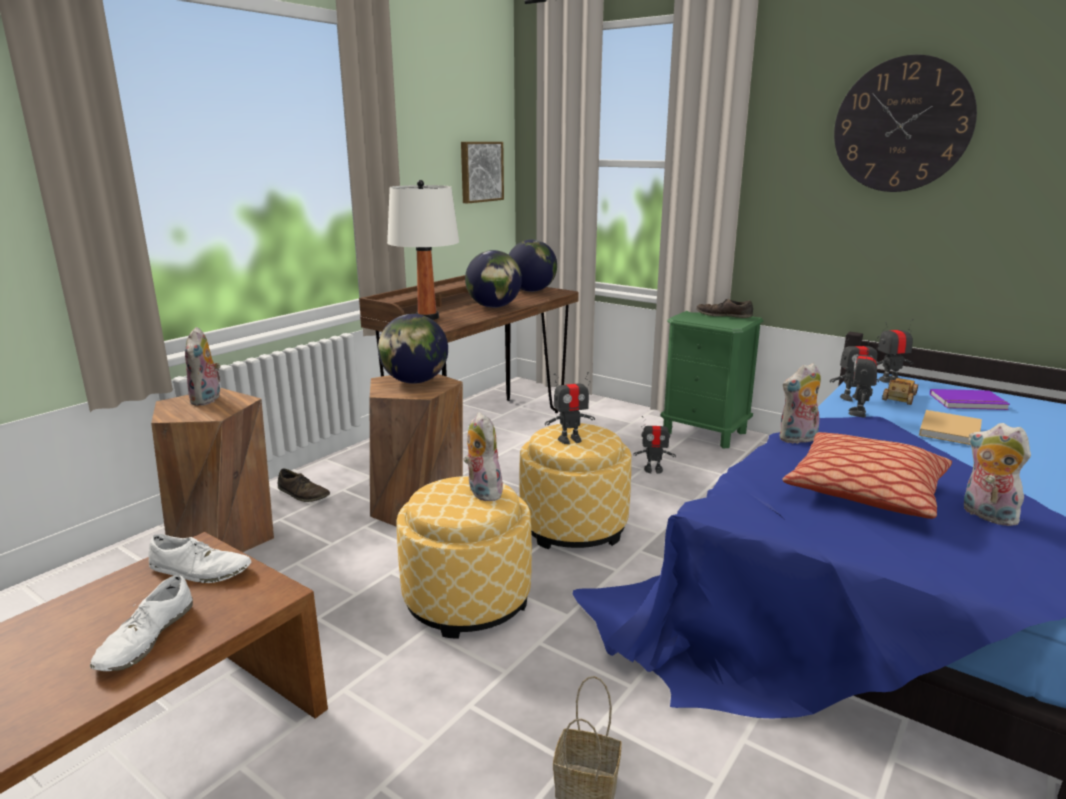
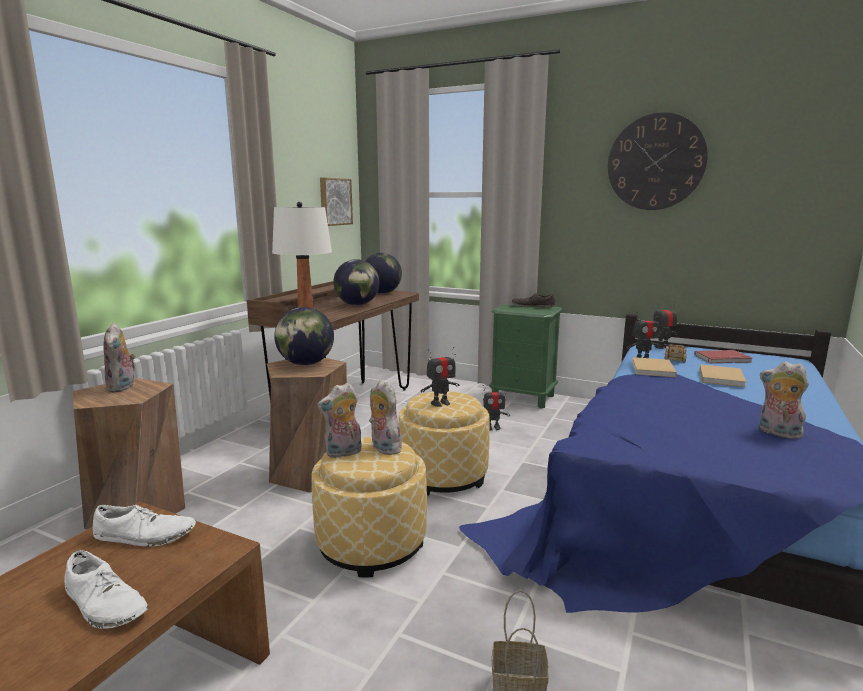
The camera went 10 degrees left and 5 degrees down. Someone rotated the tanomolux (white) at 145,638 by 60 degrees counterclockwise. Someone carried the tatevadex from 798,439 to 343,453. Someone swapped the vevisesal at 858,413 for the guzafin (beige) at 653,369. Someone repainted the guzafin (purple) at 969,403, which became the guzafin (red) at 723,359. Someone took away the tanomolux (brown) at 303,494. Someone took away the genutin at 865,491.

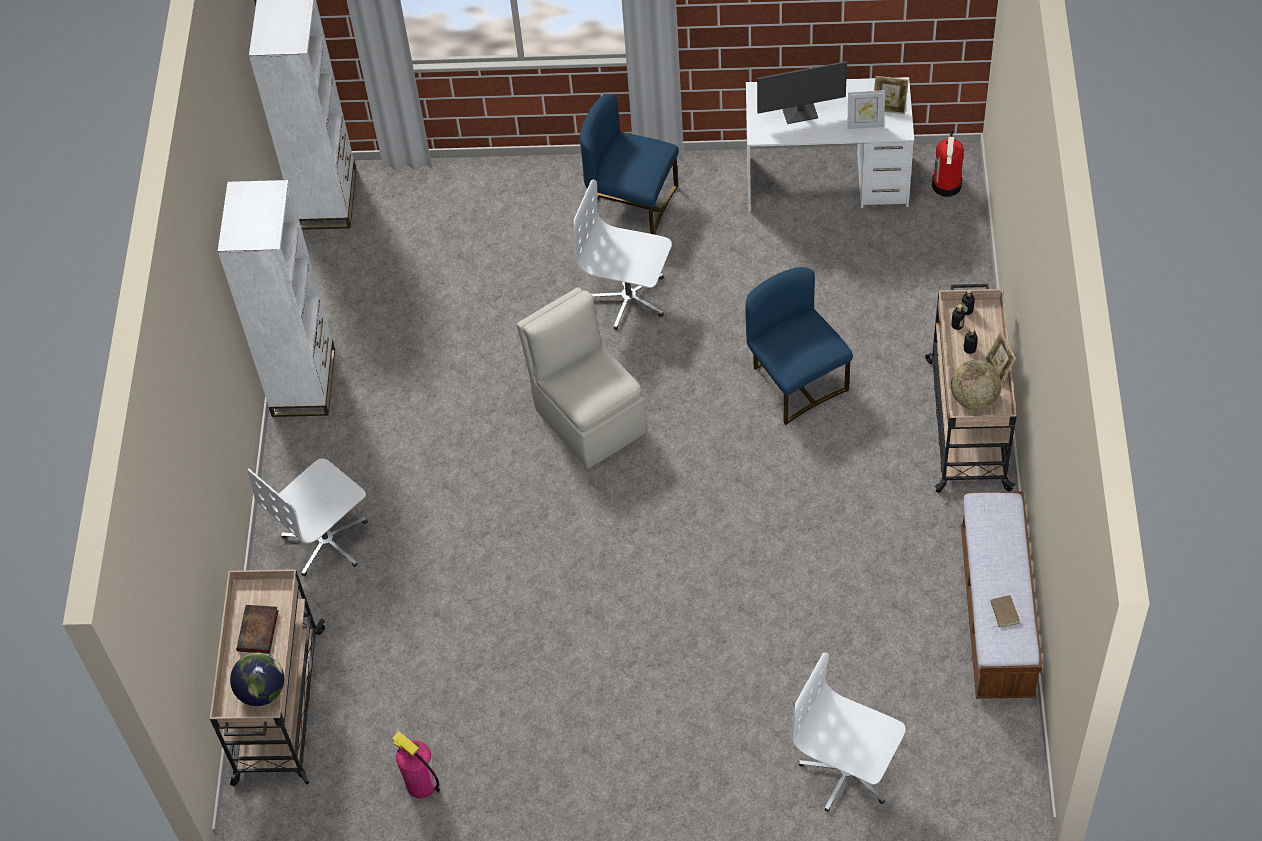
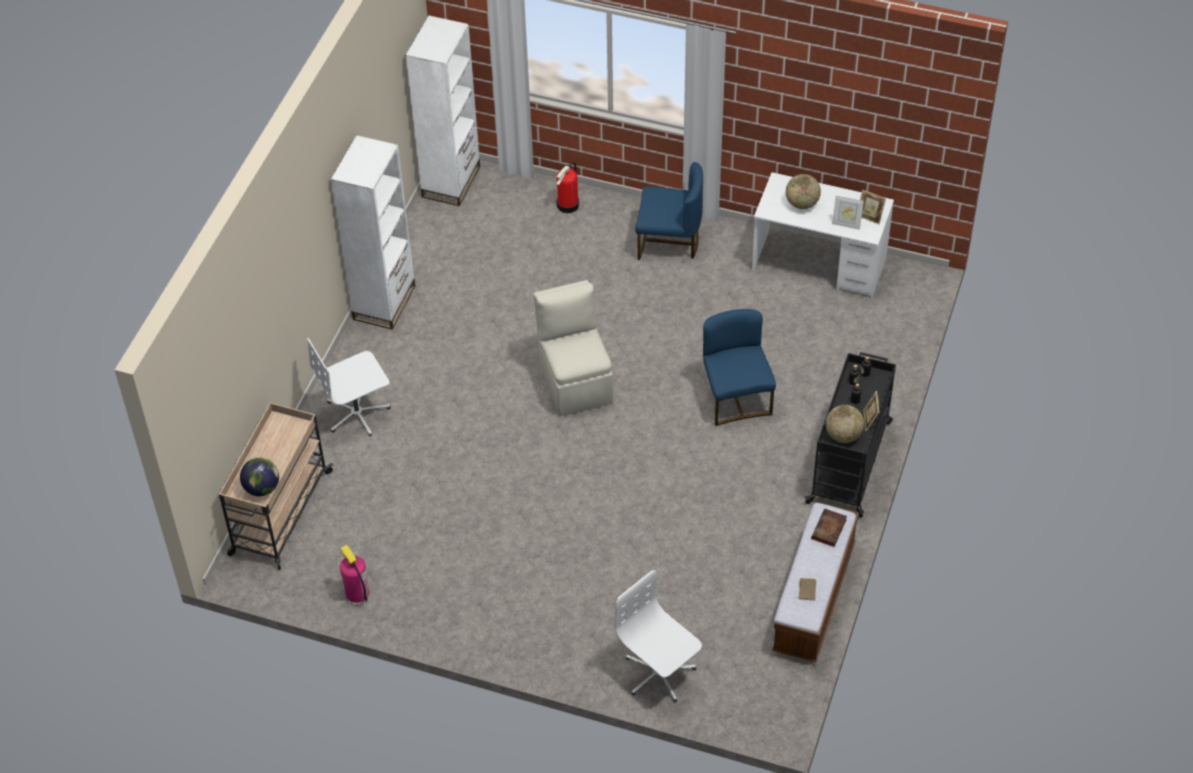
The camera went 15 degrees right and 5 degrees down. Someone carried the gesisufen from 947,185 to 568,205. Someone rotated the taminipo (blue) at 632,203 by 150 degrees clockwise. Someone swapped the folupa at 800,112 for the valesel at 802,203. Someone repainted the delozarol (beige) at 967,422, which became the delozarol (black) at 850,461. Someone carried the guzafin from 258,632 to 829,530. Someone took away the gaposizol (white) at 629,298.

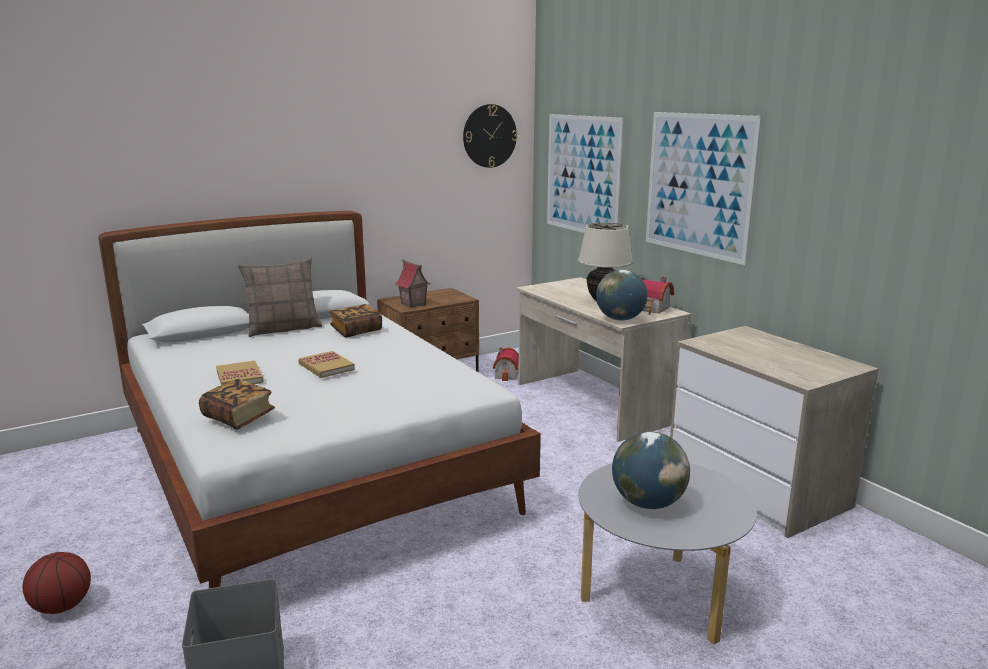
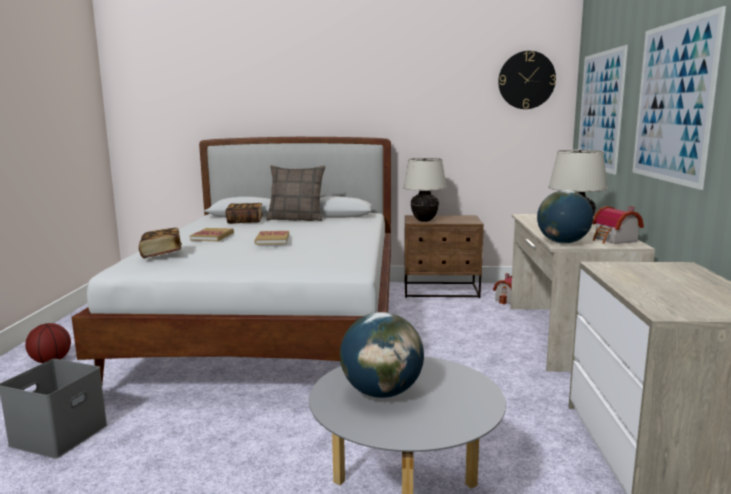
The camera went 35 degrees right and 5 degrees down. Someone carried the guzafin from 356,331 to 245,221. Someone swapped the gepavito at 413,304 for the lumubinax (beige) at 424,220.

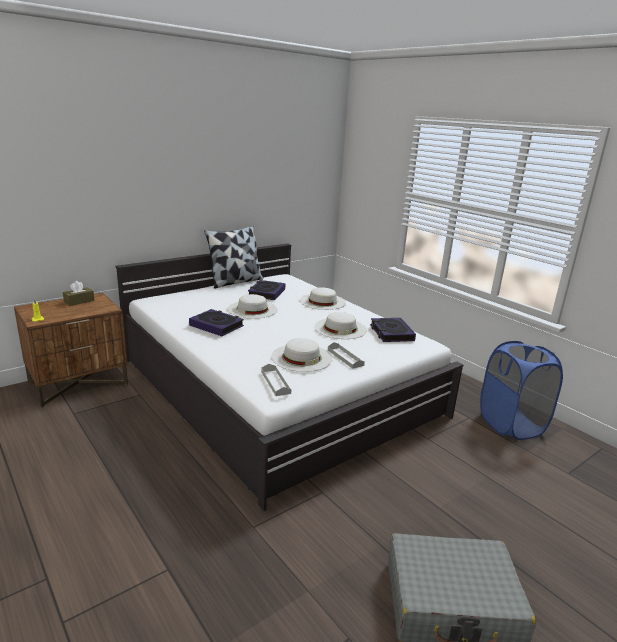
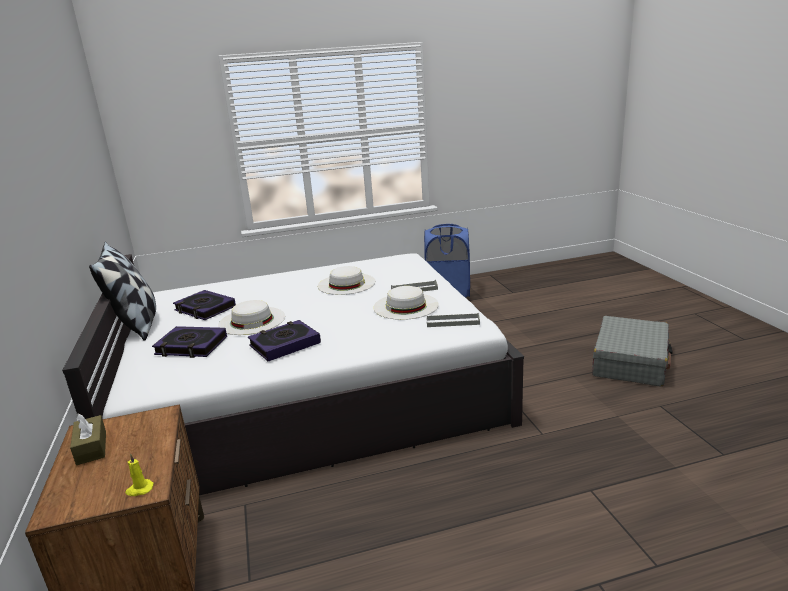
The camera went 65 degrees left and 0 degrees up. Someone carried the guzafin from 391,333 to 191,346. Someone took away the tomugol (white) at 322,301.

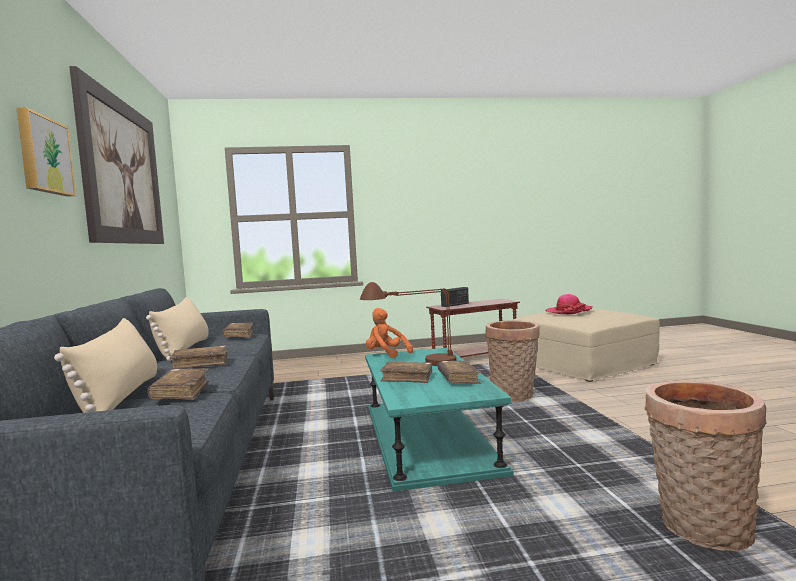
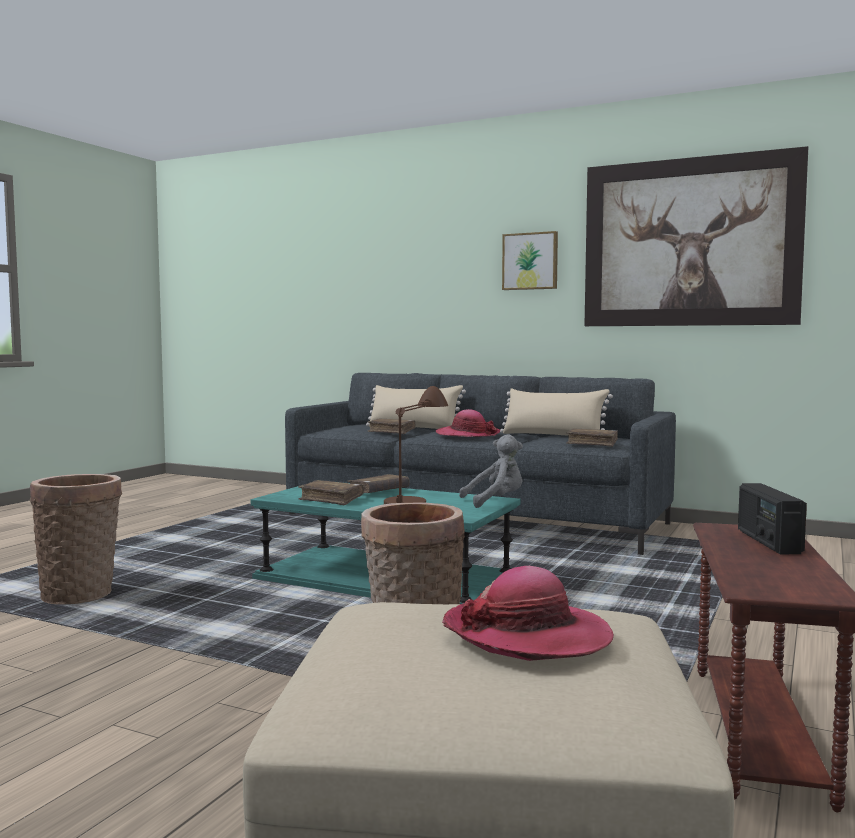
The camera went 125 degrees right and 0 degrees up. Someone swapped the guzafin (brown) at 200,364 for the tomugol at 467,435. Someone repainted the tatevadex (orange) at 386,354, which became the tatevadex (grey) at 496,502.

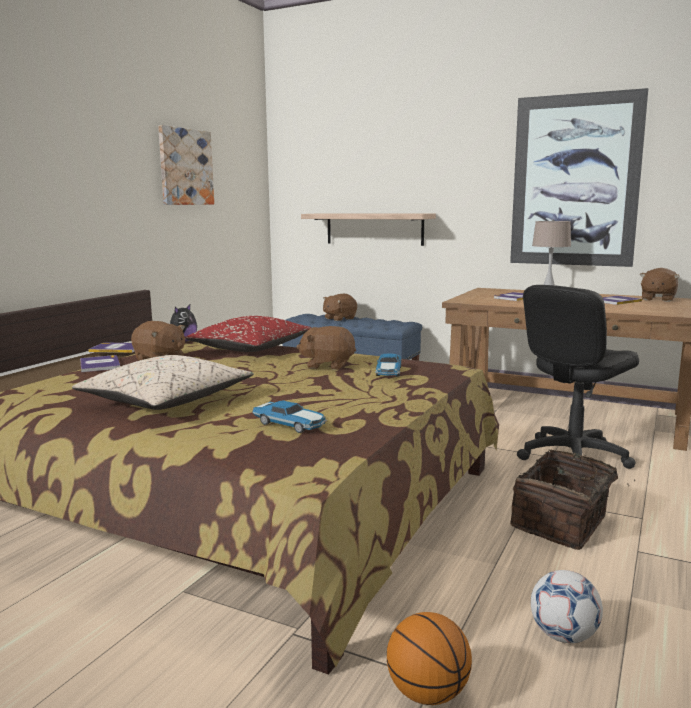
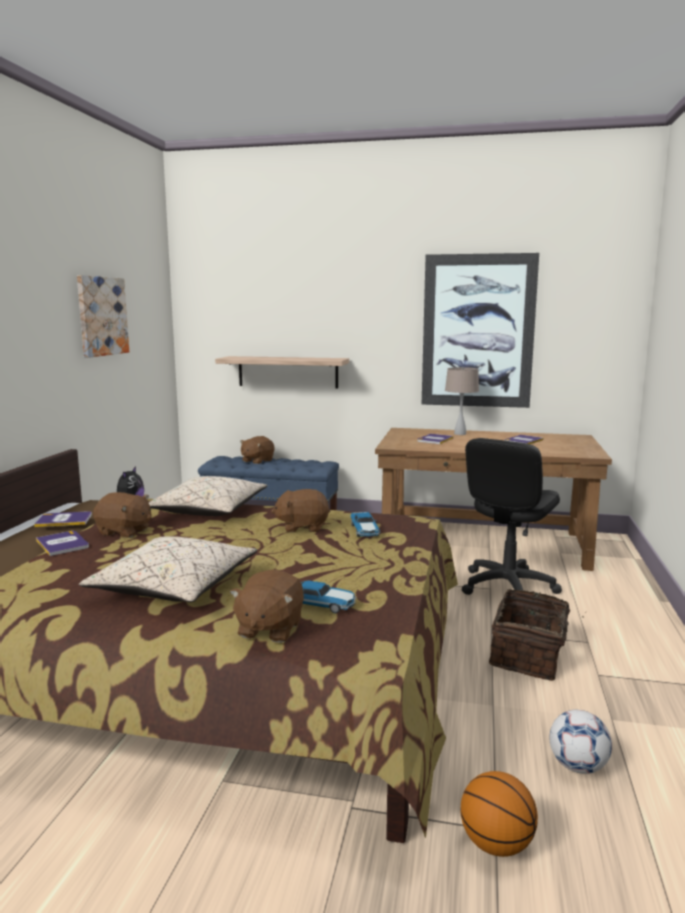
The camera went 15 degrees left and 0 degrees up. Someone repainted the genutin (red) at 250,349, which became the genutin (beige) at 209,510. Someone carried the tatevadex (brown) from 657,299 to 269,629.

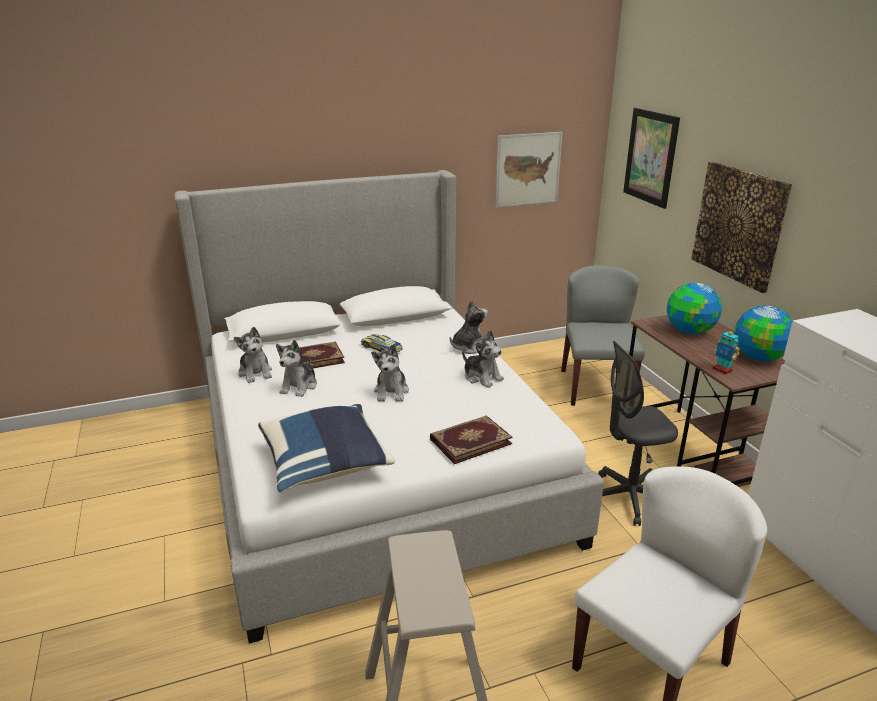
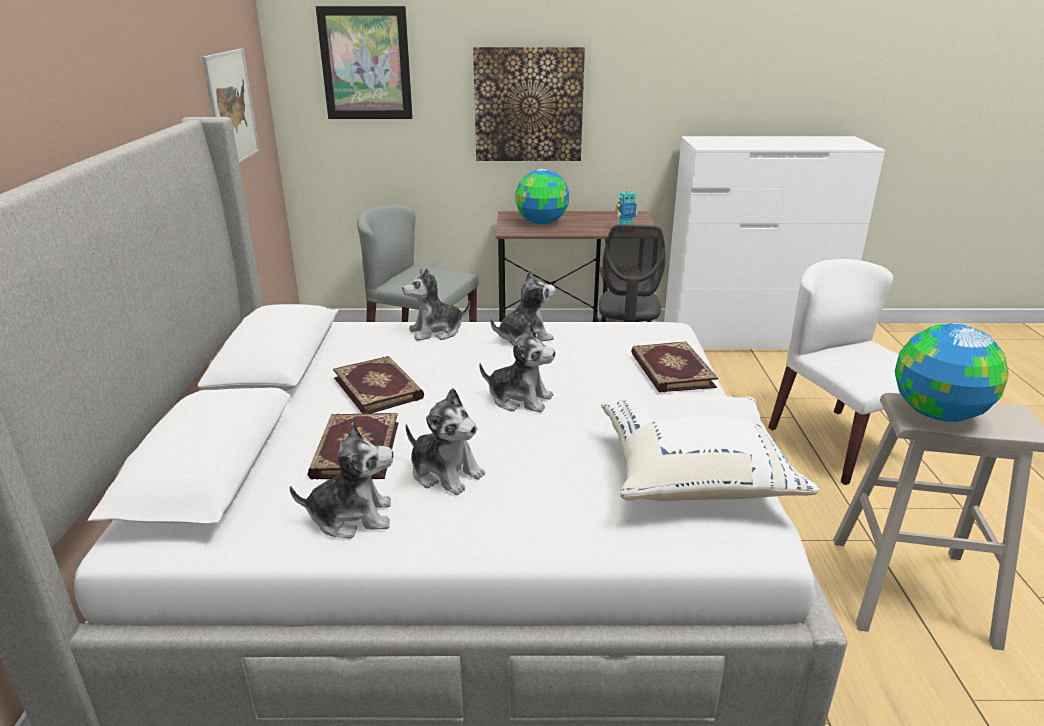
The camera went 70 degrees left and 0 degrees up. Someone swapped the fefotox at 381,348 for the guzafin at 379,388. Someone rotated the tatevadex at 468,347 by 90 degrees counterclockwise. Someone repainted the genutin (blue) at 326,464, which became the genutin (white) at 693,474. Someone carried the valesel from 758,357 to 936,413.

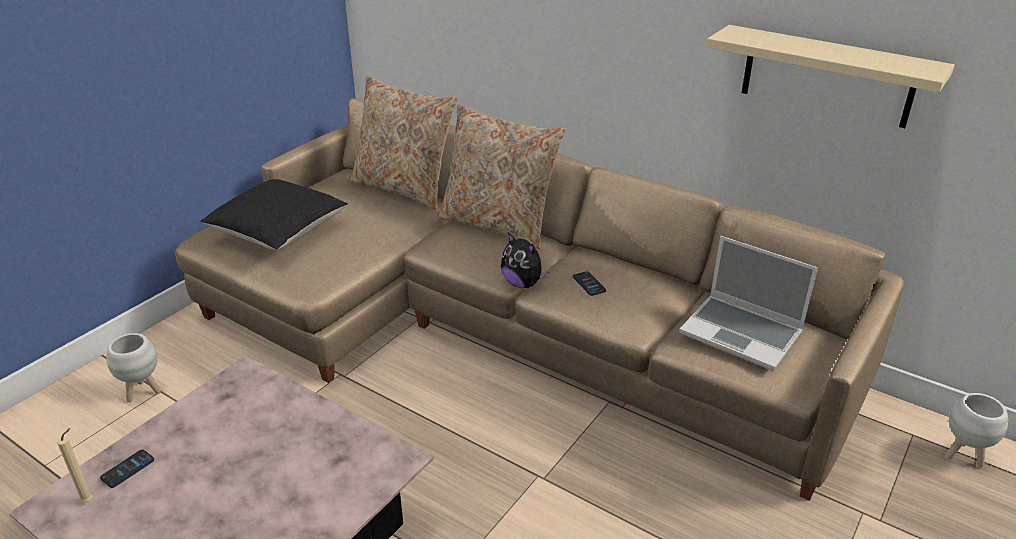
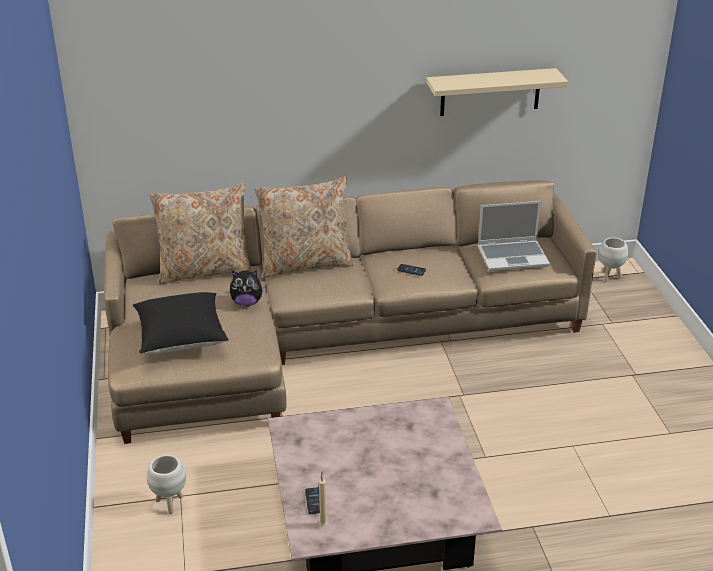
The camera went 45 degrees left and 0 degrees up. Someone carried the tatevadex from 523,284 to 247,303.

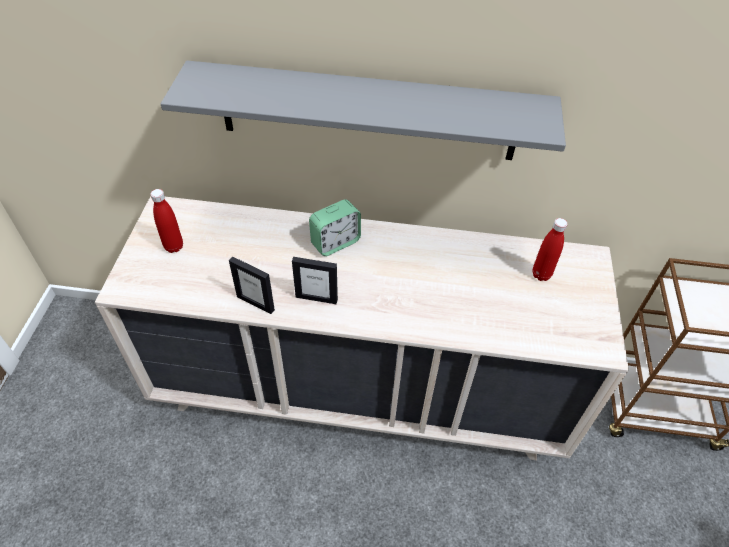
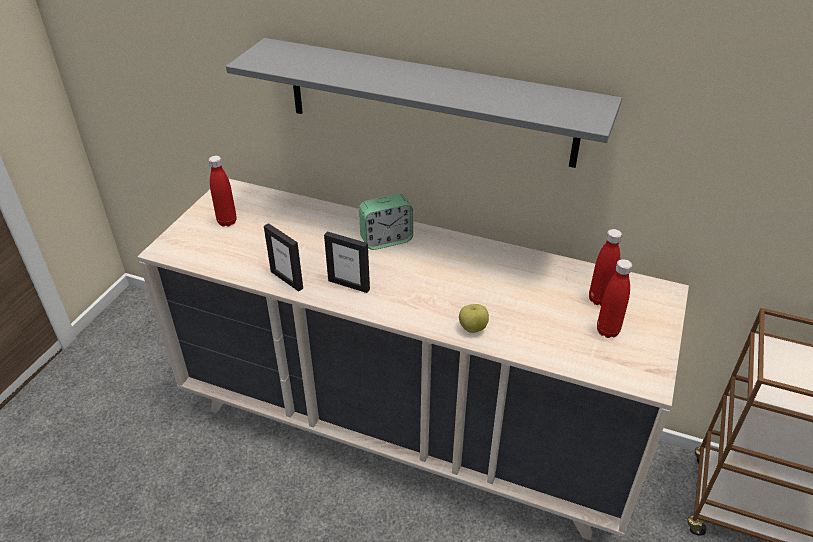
The camera went 15 degrees right and 10 degrees down. Someone put down the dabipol at 472,328. Someone put down the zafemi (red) at 607,331.

